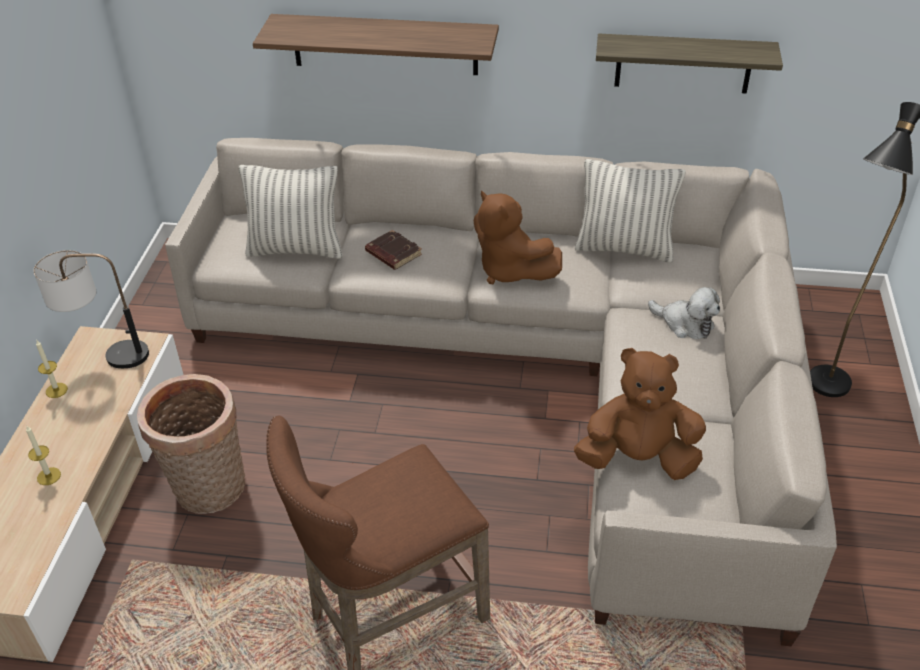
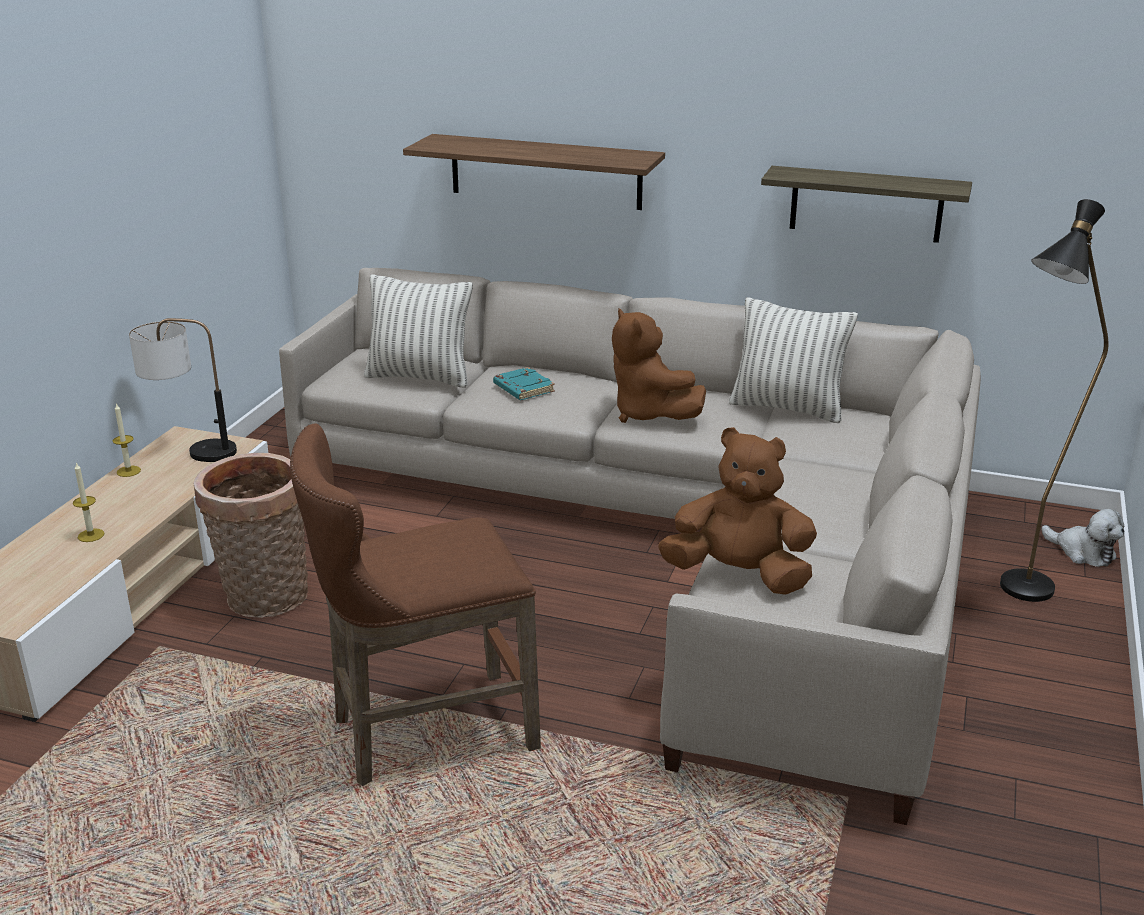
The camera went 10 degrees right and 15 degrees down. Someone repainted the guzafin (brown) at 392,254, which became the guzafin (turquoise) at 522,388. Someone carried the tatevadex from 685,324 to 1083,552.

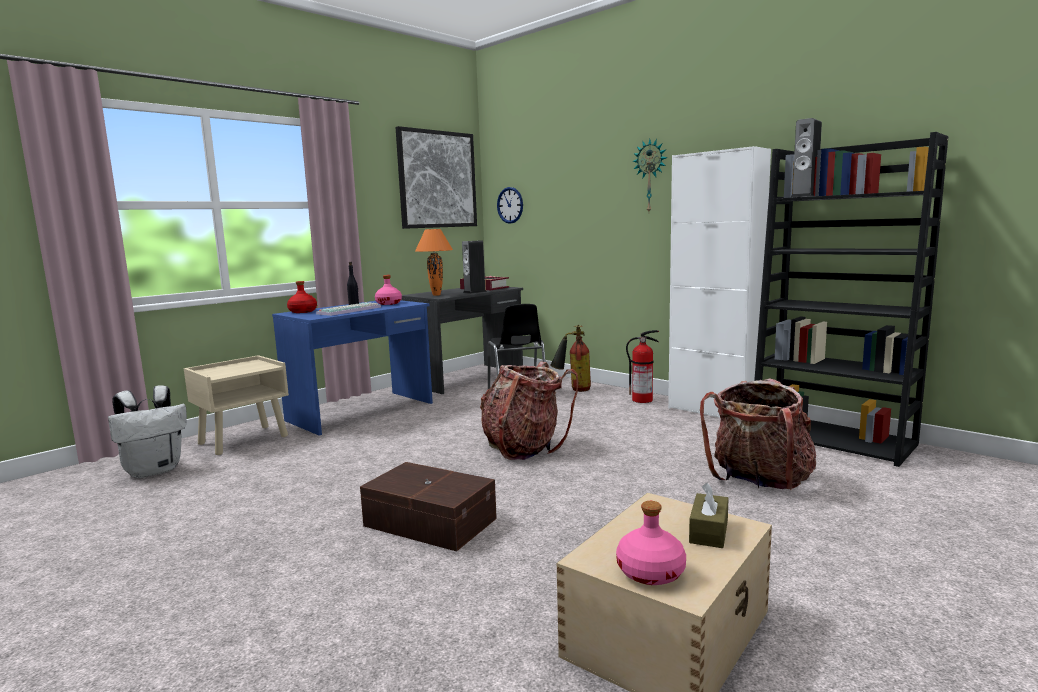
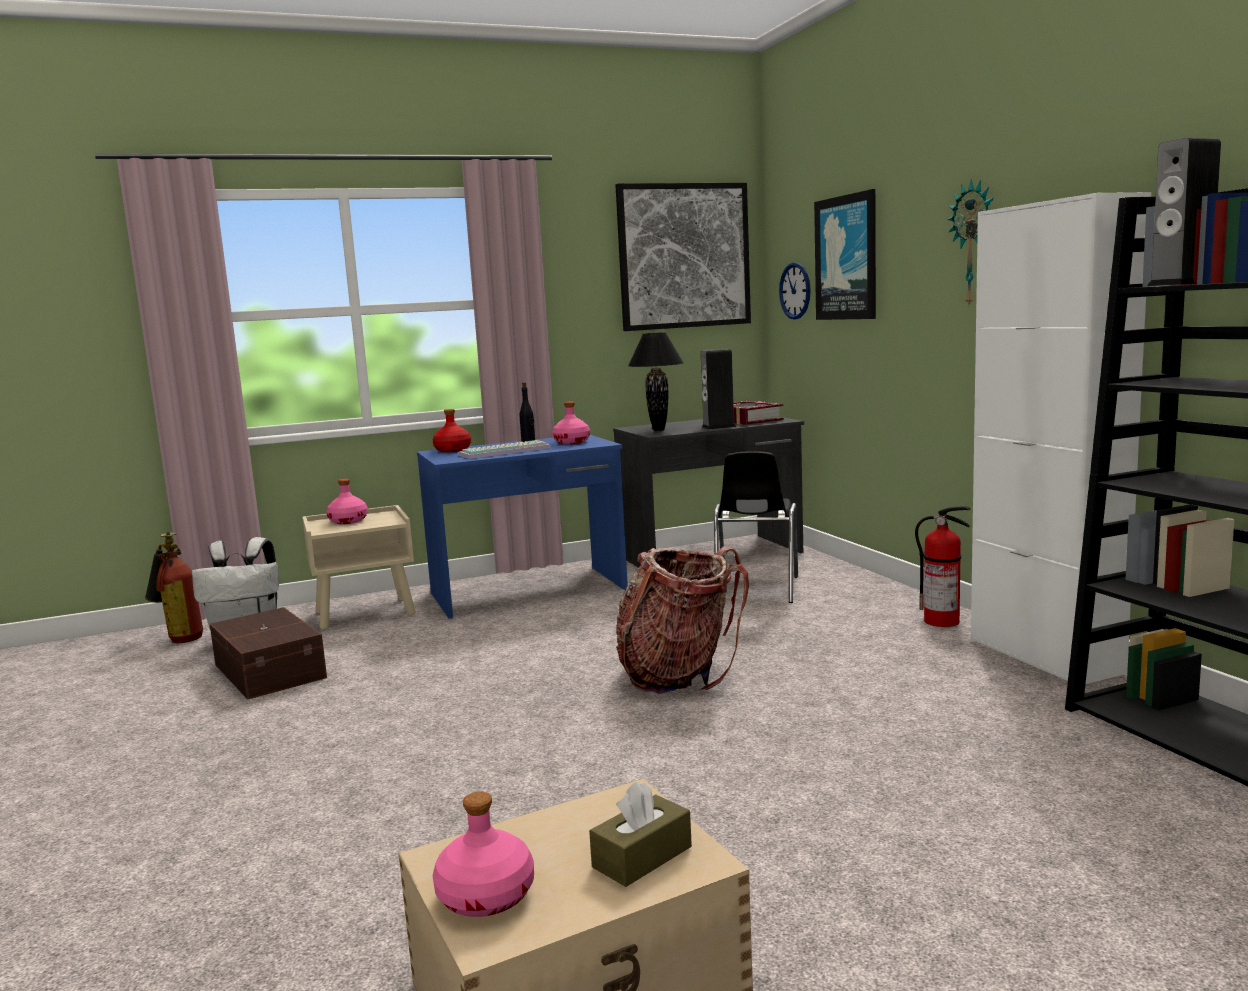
The camera went 25 degrees right and 0 degrees up. Someone carried the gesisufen from 573,389 to 178,637. Someone carried the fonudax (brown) from 430,521 to 271,670. Someone put down the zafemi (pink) at 348,521. Someone repainted the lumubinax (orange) at 436,295, which became the lumubinax (black) at 659,430. Someone put up the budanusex at 847,258. Someone took away the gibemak at 759,481.

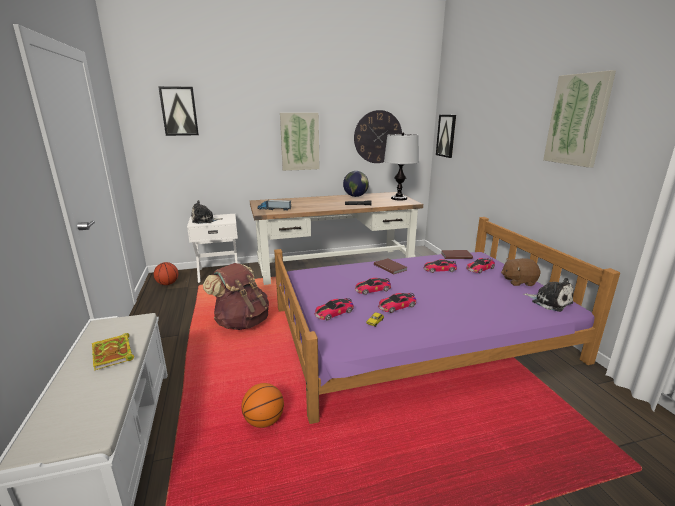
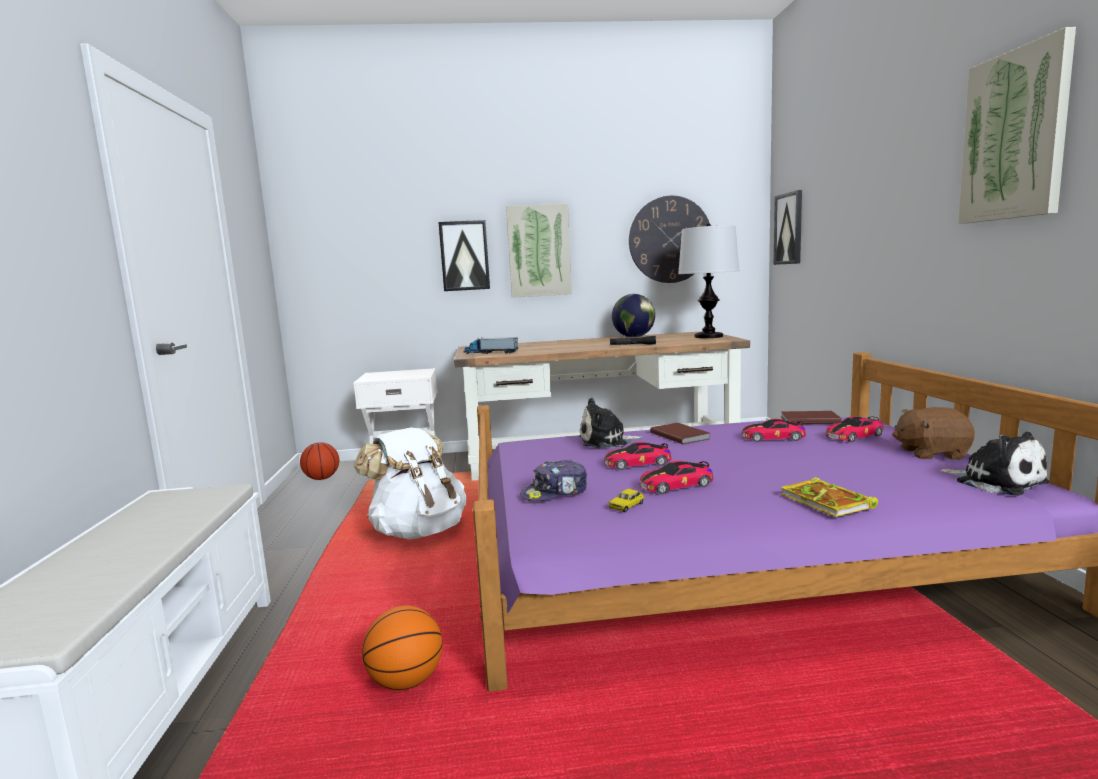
The camera went 10 degrees right and 10 degrees down. Someone repainted the gibemak (brown) at 242,322, which became the gibemak (white) at 418,531. Someone carried the budanusex from 179,111 to 464,256. Someone swapped the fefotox at 334,312 for the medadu at 555,493. Someone carried the tatevadex from 205,220 to 606,441. Someone carried the guzafin from 113,354 to 828,502.

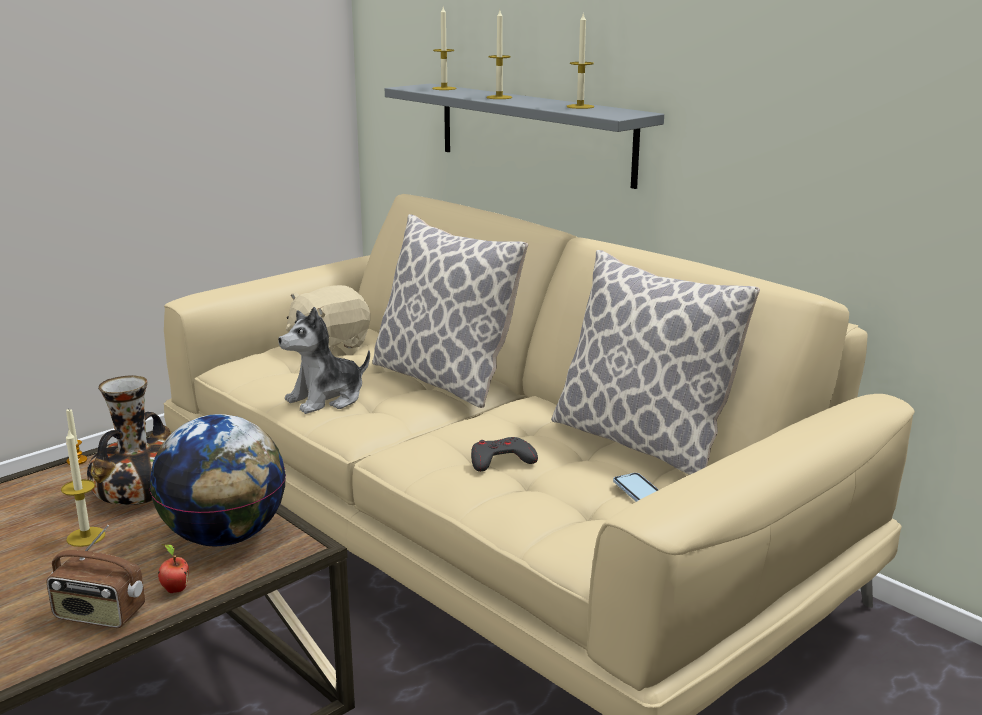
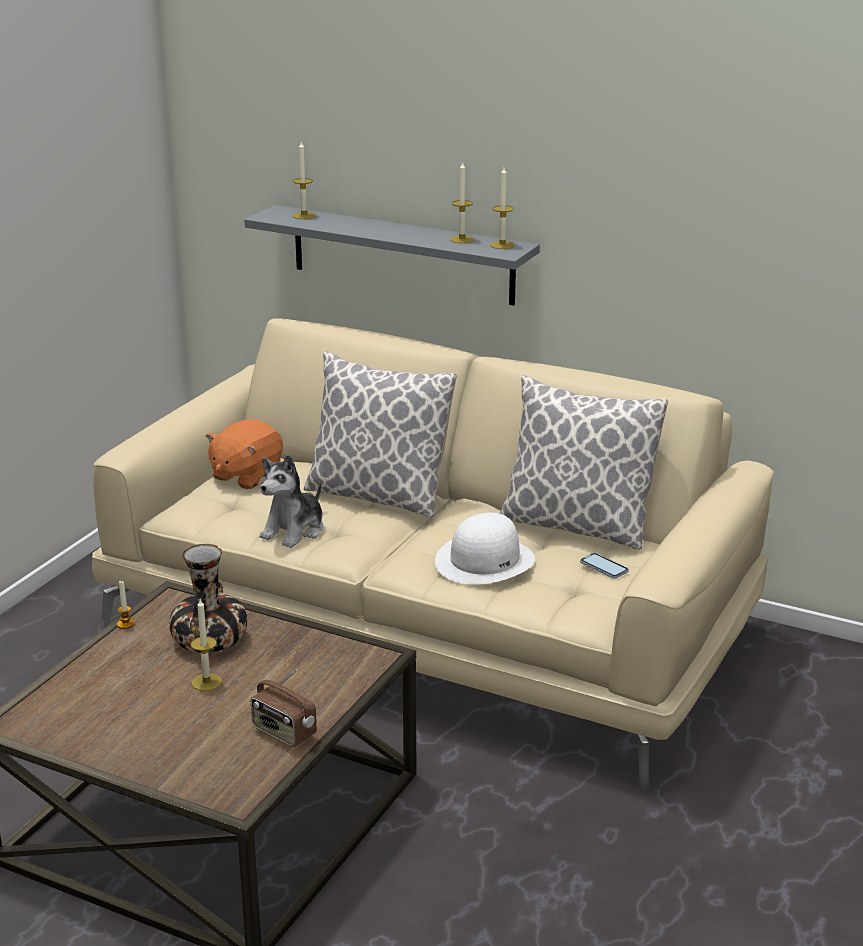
The camera went 20 degrees left and 5 degrees up. Someone repainted the tatevadex (beige) at 329,344, which became the tatevadex (orange) at 246,476. Someone rotated the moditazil at 99,615 by 45 degrees clockwise. Someone swapped the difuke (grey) at 501,460 for the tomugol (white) at 485,560. Someone carried the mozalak from 499,97 to 502,245. Someone took away the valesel at 224,537. Someone took away the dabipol at 175,589.

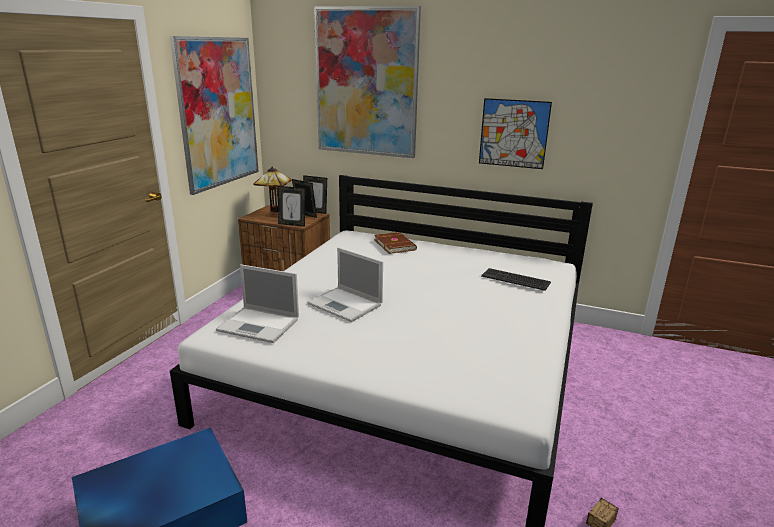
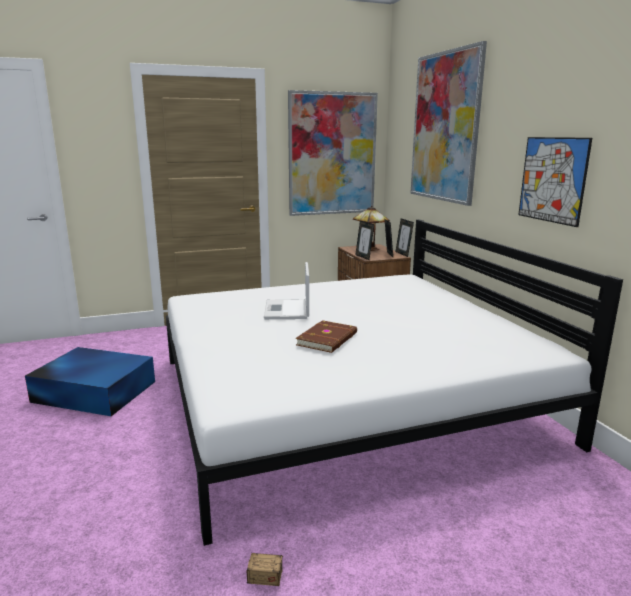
The camera went 50 degrees right and 5 degrees down. Someone carried the guzafin (brown) from 395,244 to 328,339. Someone took away the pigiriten at 260,325. Someone took away the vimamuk at 515,279.

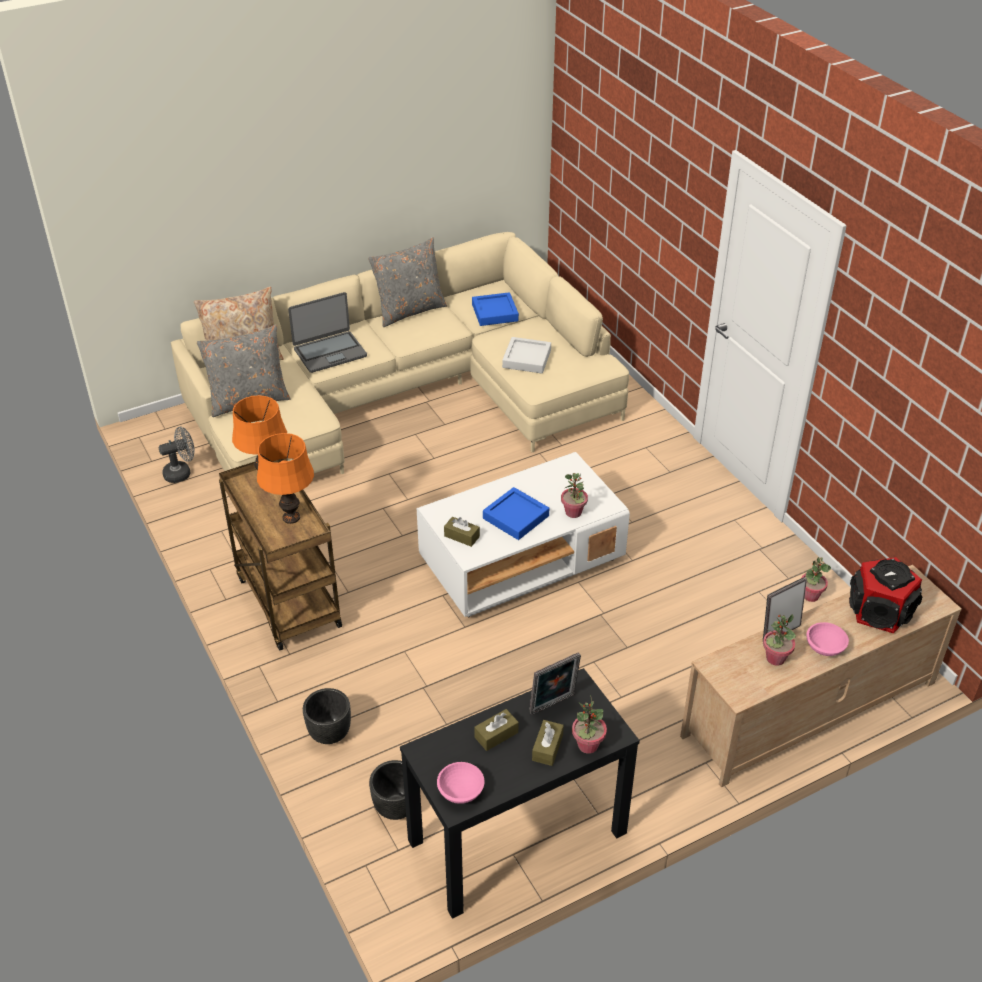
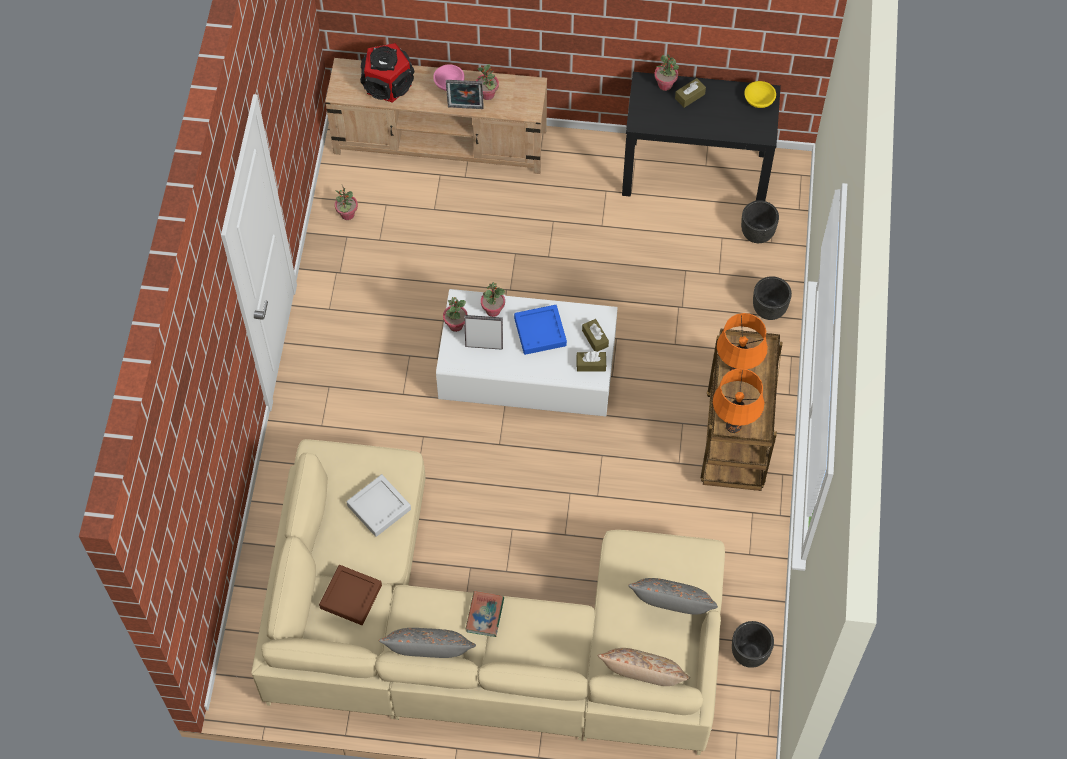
The camera went 145 degrees left and 20 degrees up. Someone repainted the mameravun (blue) at 495,313, which became the mameravun (brown) at 351,597. Someone put down the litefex at 455,325. Someone carried the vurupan from 553,706 to 484,344. Someone put down the guzafin at 485,615. Someone carried the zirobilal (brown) from 496,735 to 591,364. Someone swapped the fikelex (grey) at 181,473 for the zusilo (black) at 750,654. Someone repainted the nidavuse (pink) at 461,792, which became the nidavuse (yellow) at 759,100. Someone took away the pigiriten at 329,352.

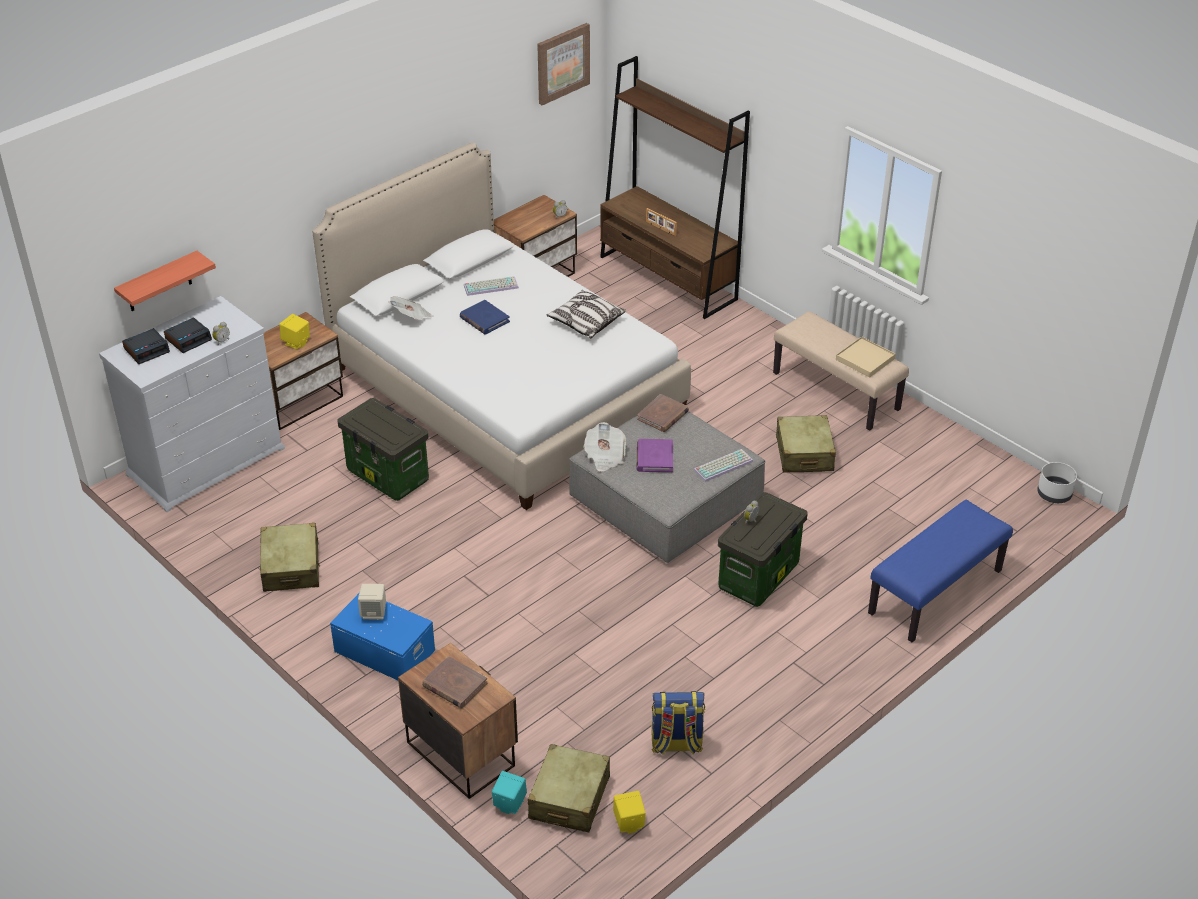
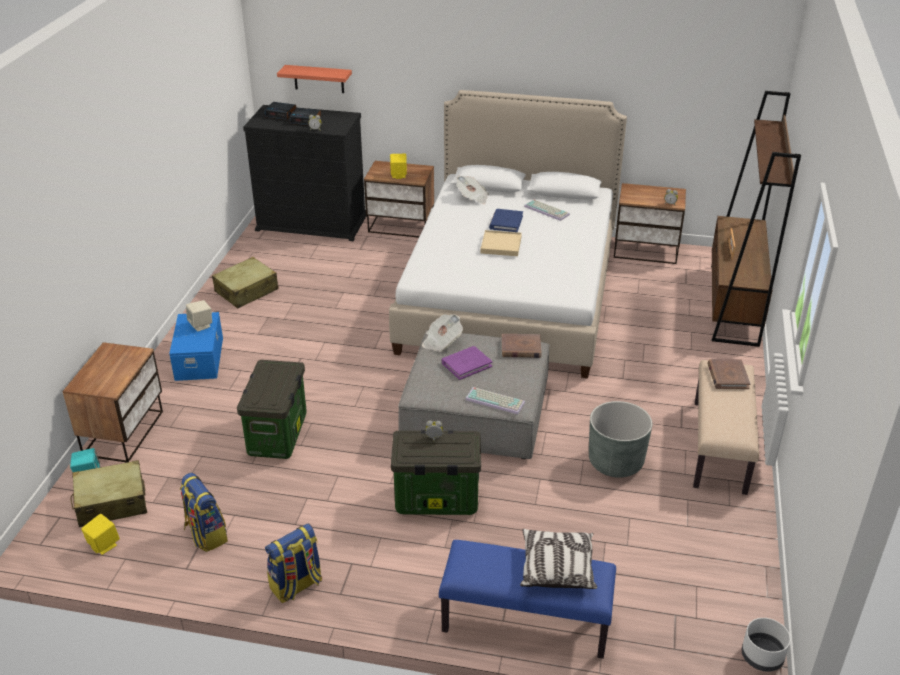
The camera went 55 degrees right and 5 degrees down. Someone carried the fonudax from 389,476 to 278,436. Someone repainted the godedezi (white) at 206,461, which became the godedezi (black) at 312,223. Someone put down the gibemak at 296,586. Someone carried the mameravun (beige) from 865,359 to 501,245. Someone carried the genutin from 586,322 to 556,568. Someone swapped the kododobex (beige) at 804,454 for the zusilo (grey) at 615,462. Someone carried the guzafin (brown) from 454,685 to 727,376. Someone took away the budanusex at 562,63.

